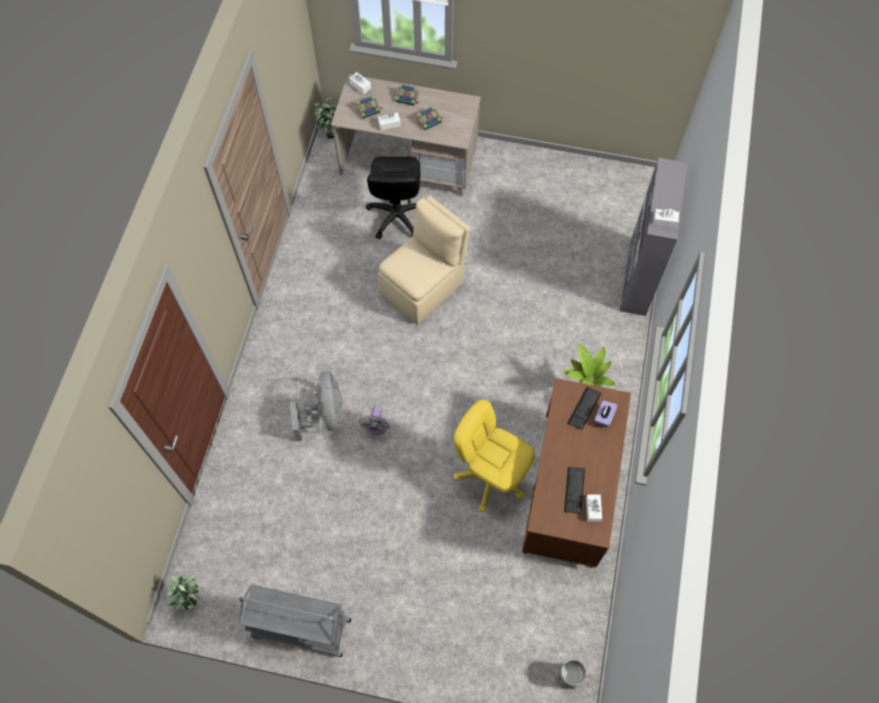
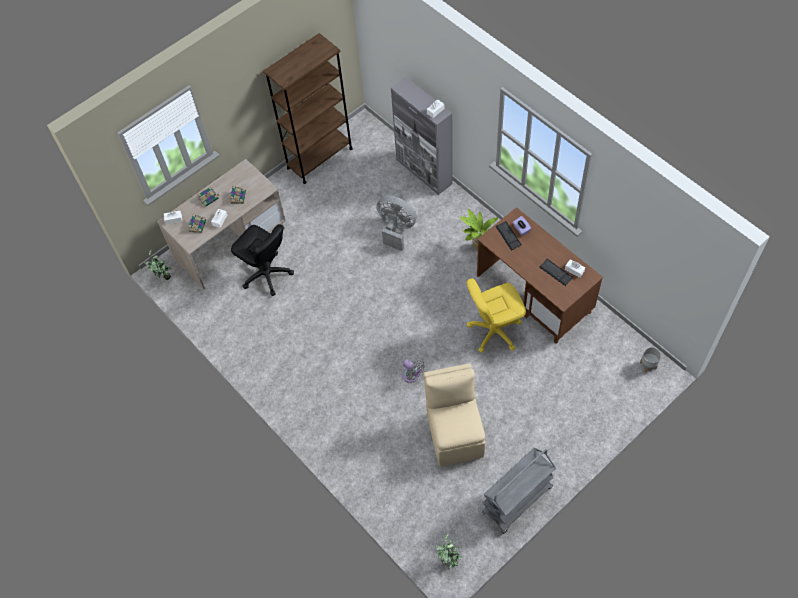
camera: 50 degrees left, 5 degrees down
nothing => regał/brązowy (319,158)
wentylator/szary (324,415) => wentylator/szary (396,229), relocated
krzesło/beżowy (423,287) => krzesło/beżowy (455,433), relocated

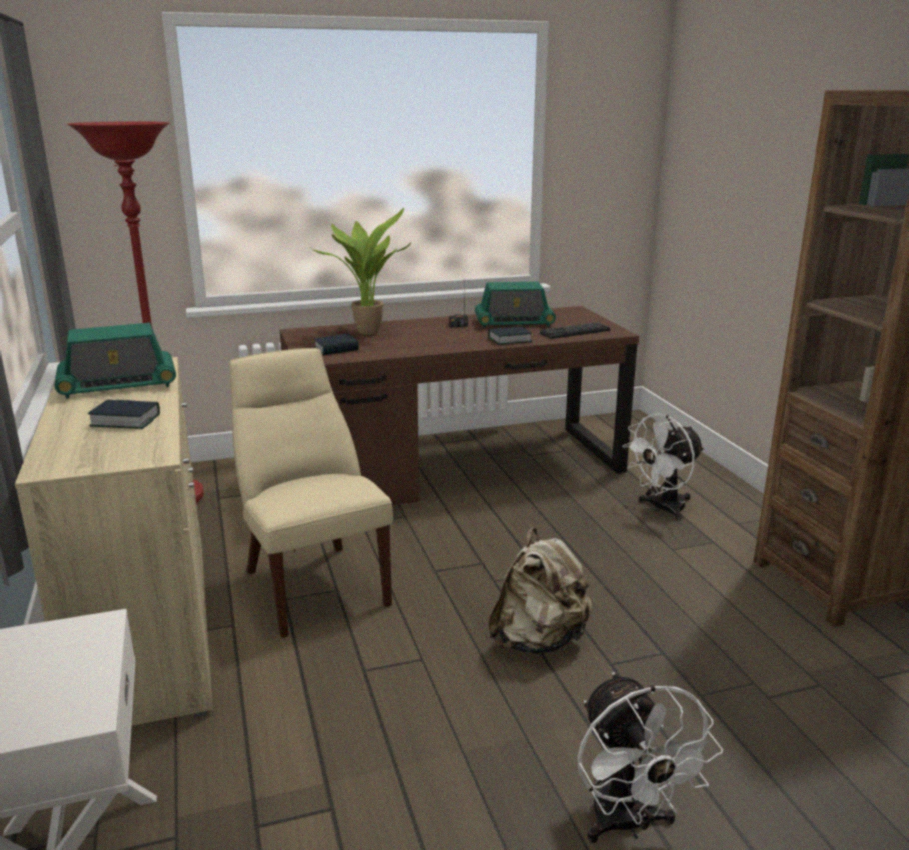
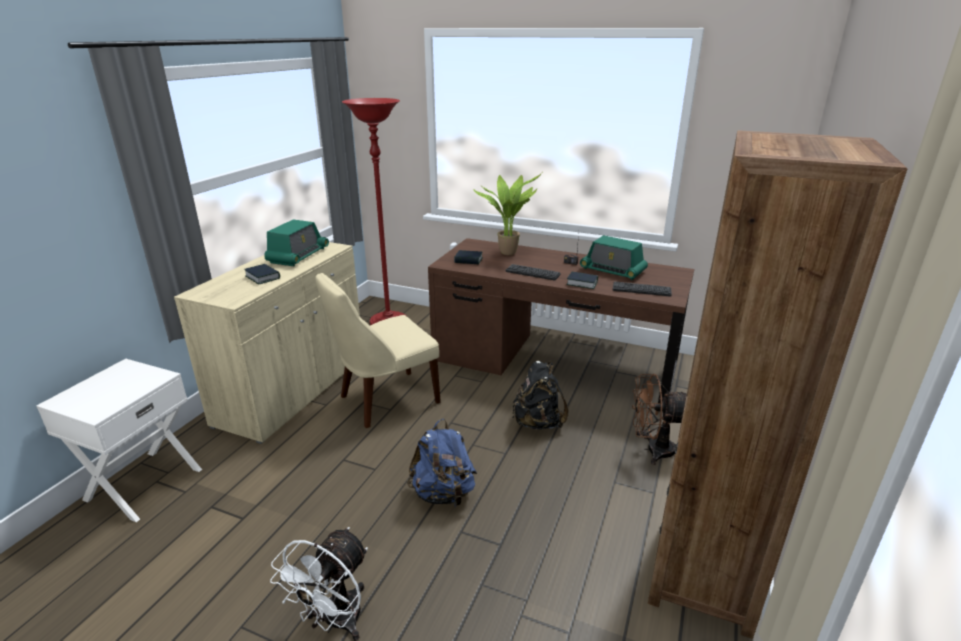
camera: 40 degrees right, 5 degrees up
nothing => klawiatura (532,273)
nothing => plecak/czarny (538,422)
plecak/beżowy (539,640) => plecak/niebieski (443,494)
wentylator/biały (662,509) => wentylator/brązowy (652,450)
radio (118,385) => radio (298,256), 90 degrees counterclockwise
krzesło/beżowy (313,584) => krzesło/beżowy (385,400), 135 degrees counterclockwise

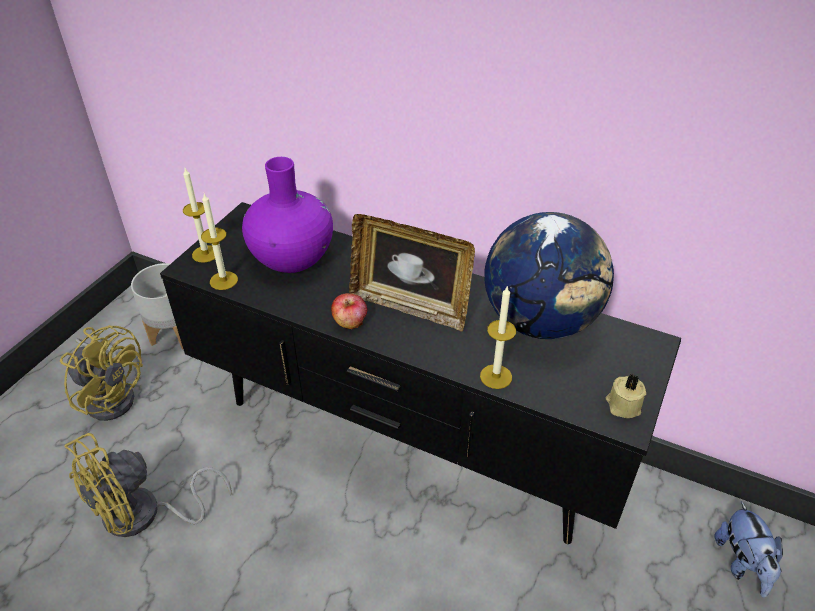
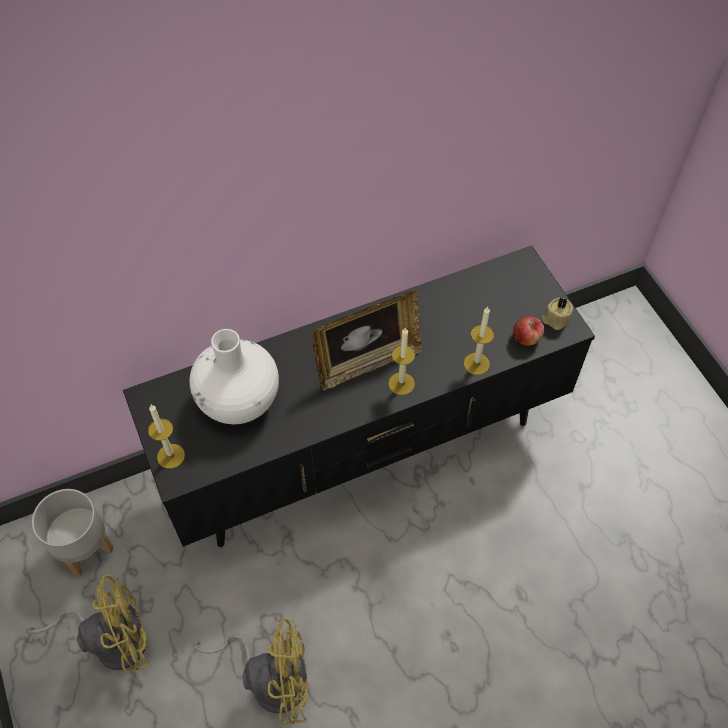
camera: 50 degrees left, 15 degrees up
globus (540,321) => nothing
pluszak (742,564) => nothing
świeca (223,280) => świeca (401,383), relocated
jabłko (350,322) => jabłko (526,338), relocated
wazon/fioletowy (292,258) => wazon/biały (238,400)
wentylator/żółty (144,515) => wentylator/żółty (271,678), 90 degrees counterclockwise

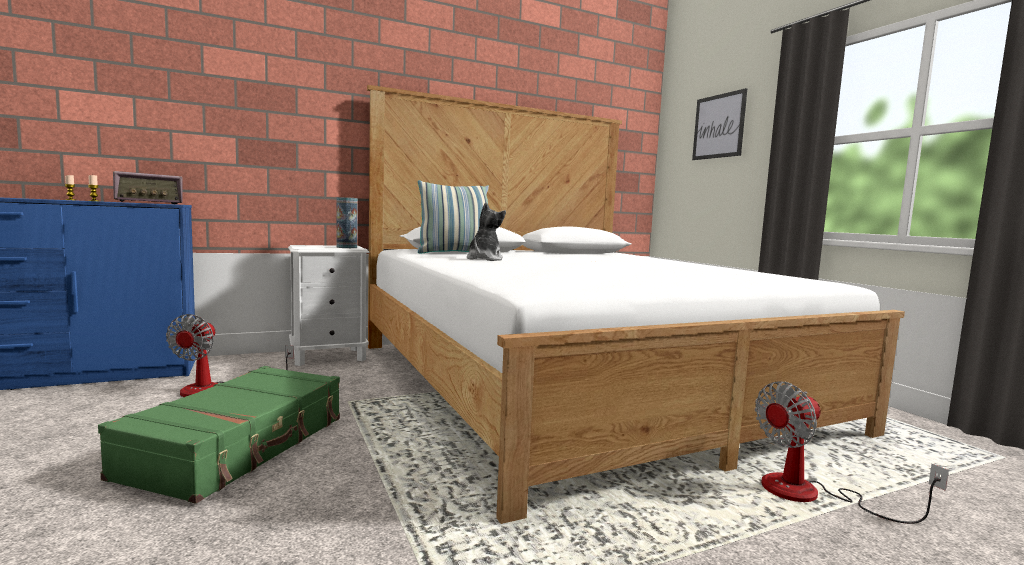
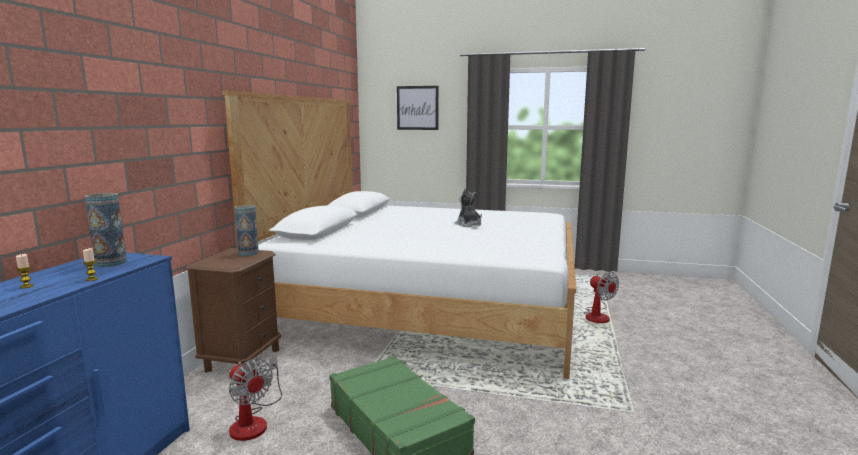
camera: 50 degrees left, 5 degrees up
poduszka (454,253) => nothing
pluszak (484,259) => pluszak (468,225), relocated
radio (149,203) => wazon (110,263)
szafka nocna/biały (329,357) => szafka nocna/brązowy (242,360)
wentylator (811,495) => wentylator (597,315), 45 degrees counterclockwise

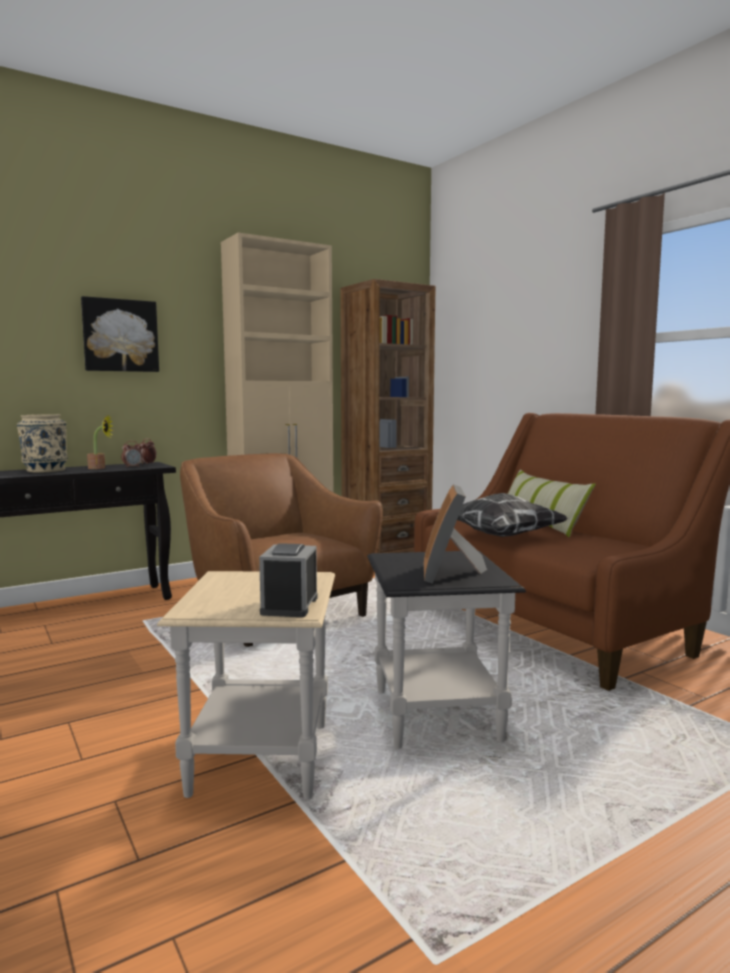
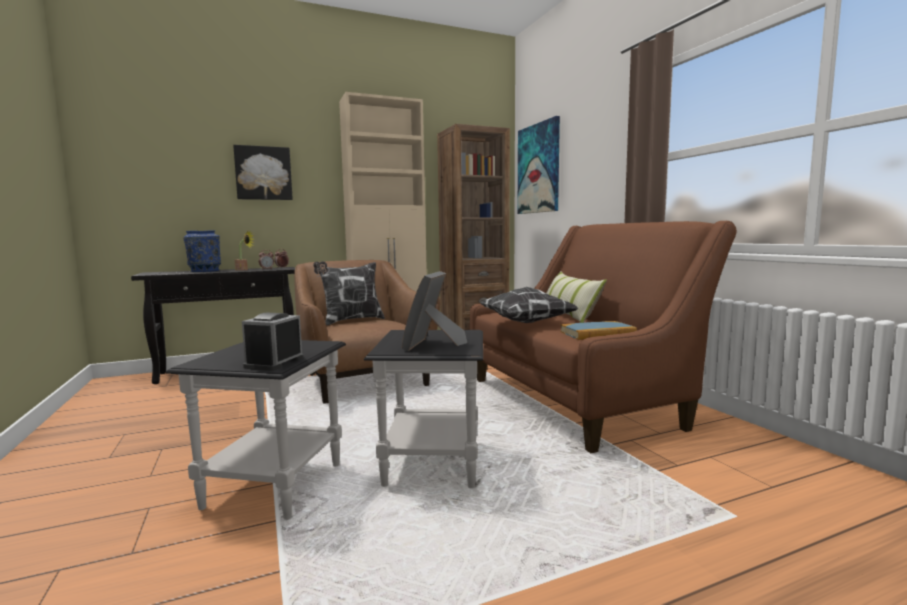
camera: 10 degrees right, 0 degrees up
nothing => poduszka (351,320)
nothing => obraz (538,168)
nothing => książka (597,334)
wazon/beżowy (44,470) => wazon/niebieski (204,271)
stolik/beżowy (260,757) => stolik/czarny (275,484)

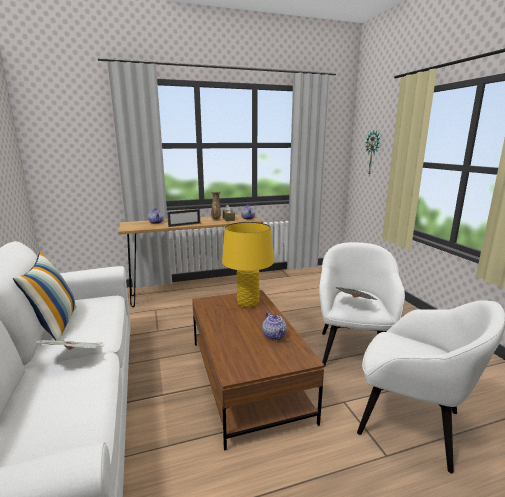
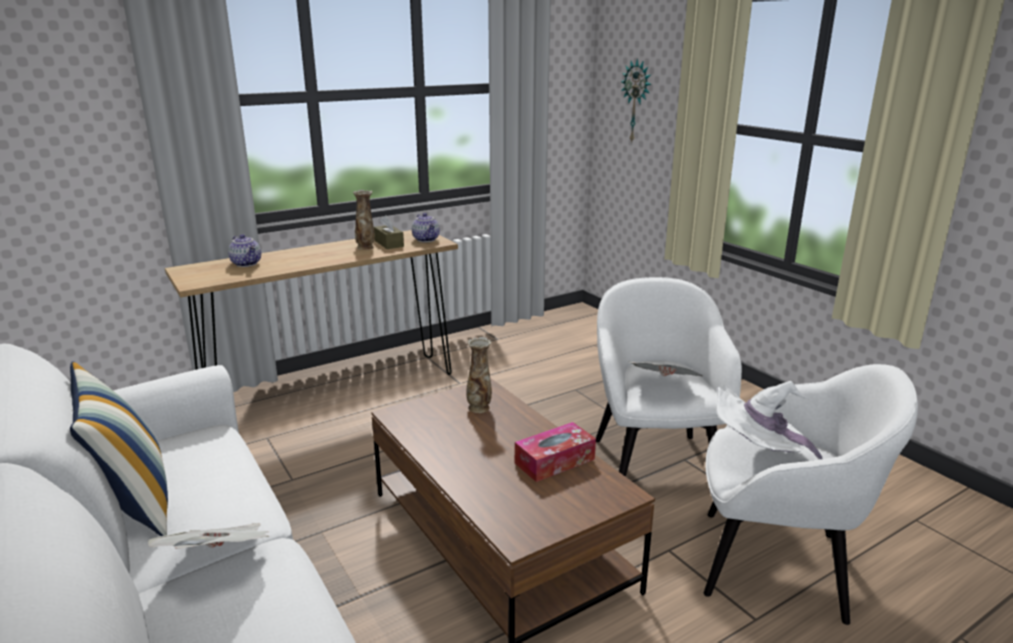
camera: 15 degrees left, 5 degrees up
ramka na zdjęcie (184,225) => nothing
nothing => kapelusz/biały (758,453)
lampa stołowa/żółty (248,303) => wazon (479,407)
imbryk (274,336) => pudełko chusteczek (554,461)

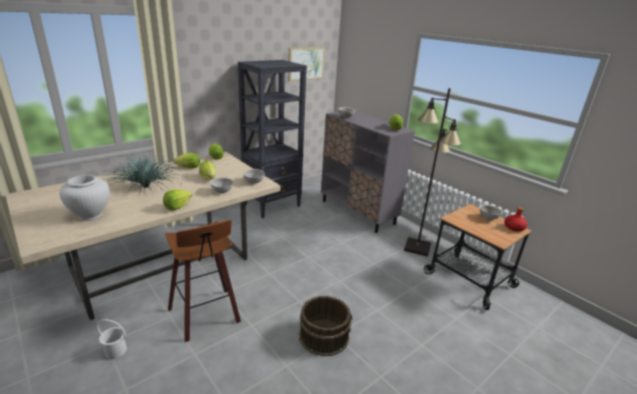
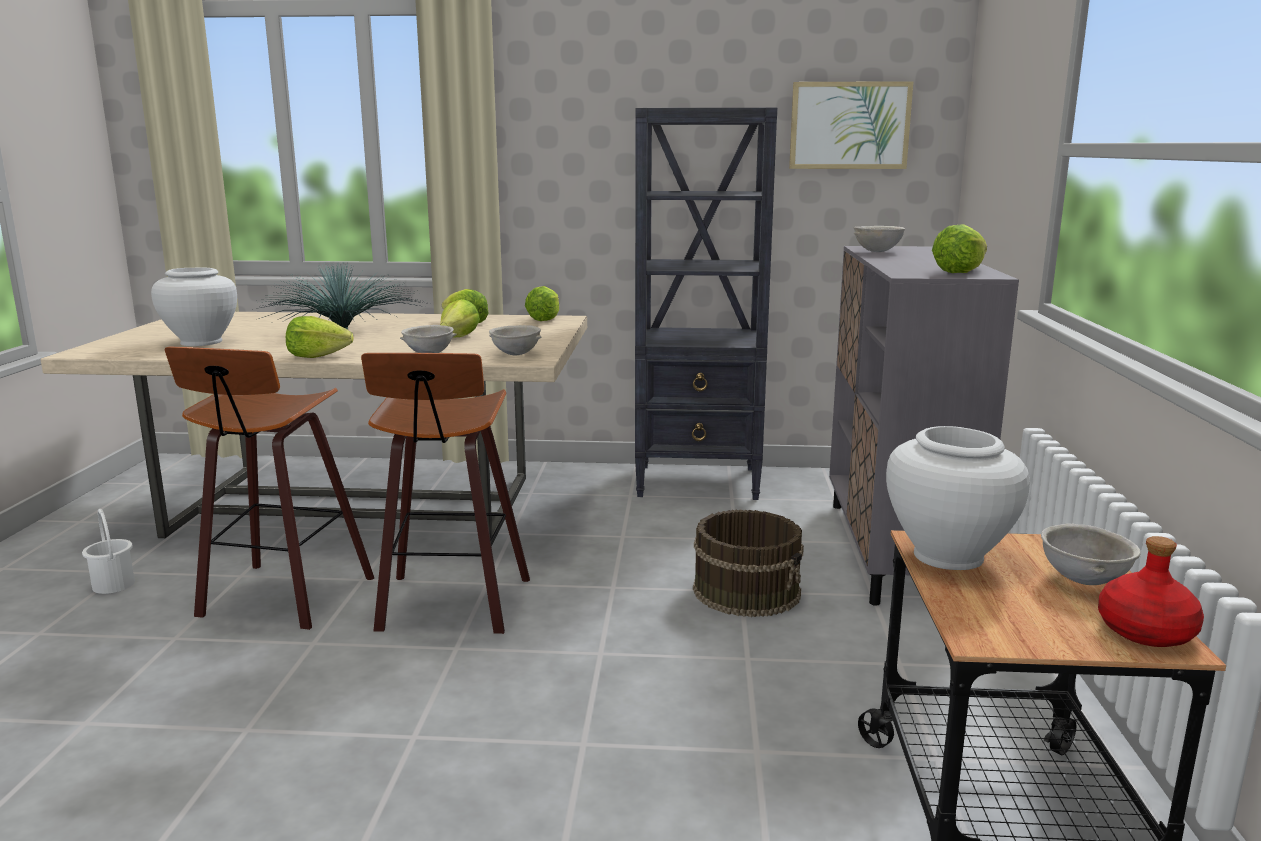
camera: 45 degrees right, 10 degrees down
lampa stojąca/czarny (417,247) => nothing
nothing => stołek (451,606)
nothing => wazon/biały (948,556)
wiadro/brązowy (324,335) => wiadro/brązowy (747,591), relocated

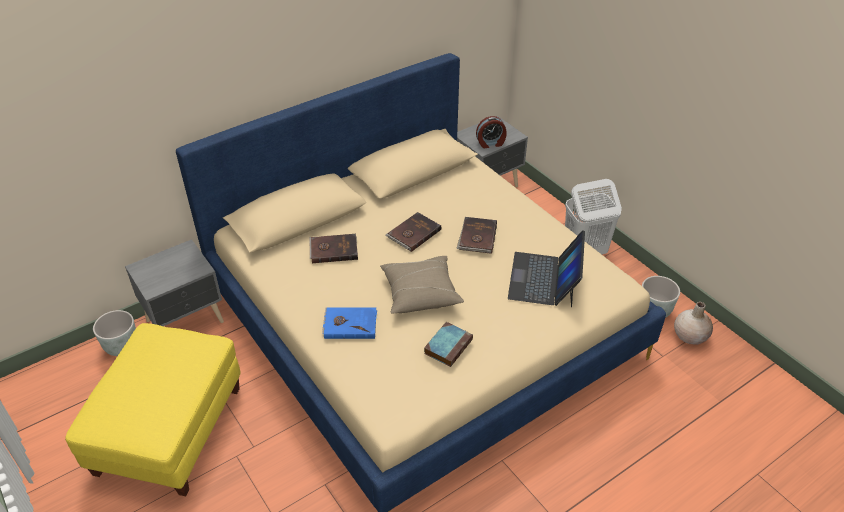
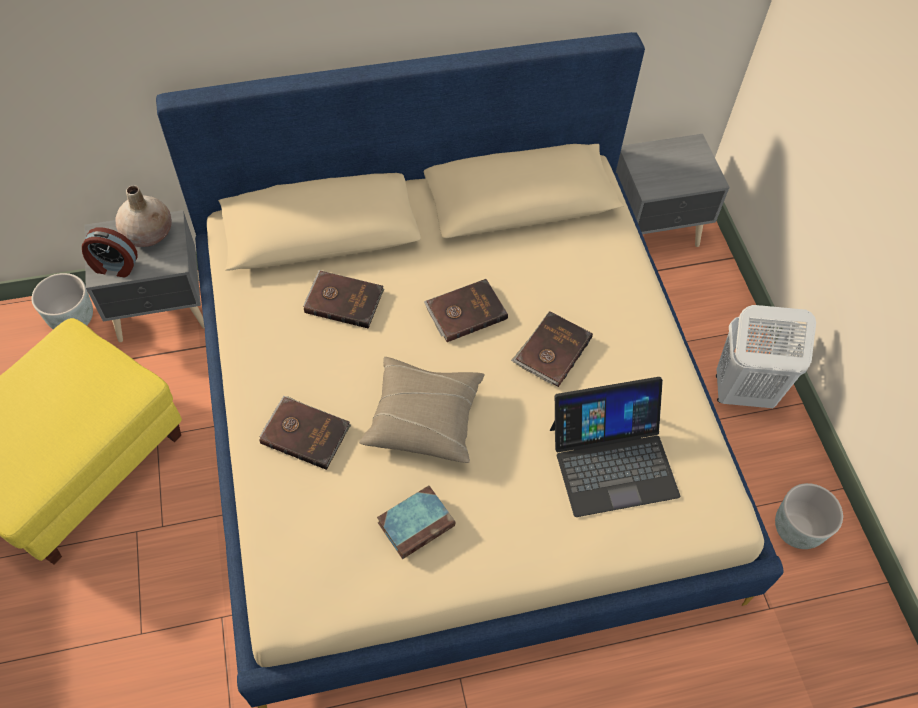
camera: 20 degrees right, 15 degrees up
budzik (490,143) => budzik (114,266), relocated
wazon/beżowy (689,336) => wazon/beżowy (149,234), relocated
książka/niebieski (350,324) => książka/brązowy (305,433)
laptop (544,279) => laptop (612,460), 135 degrees counterclockwise

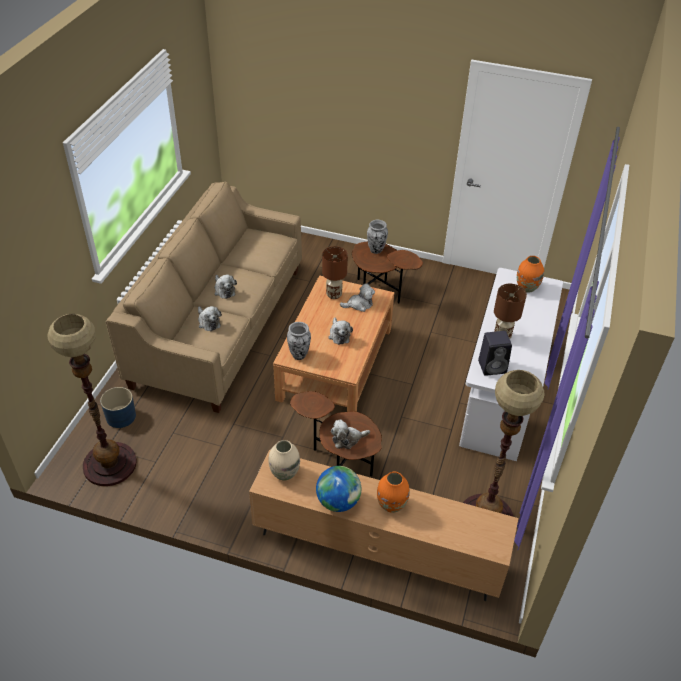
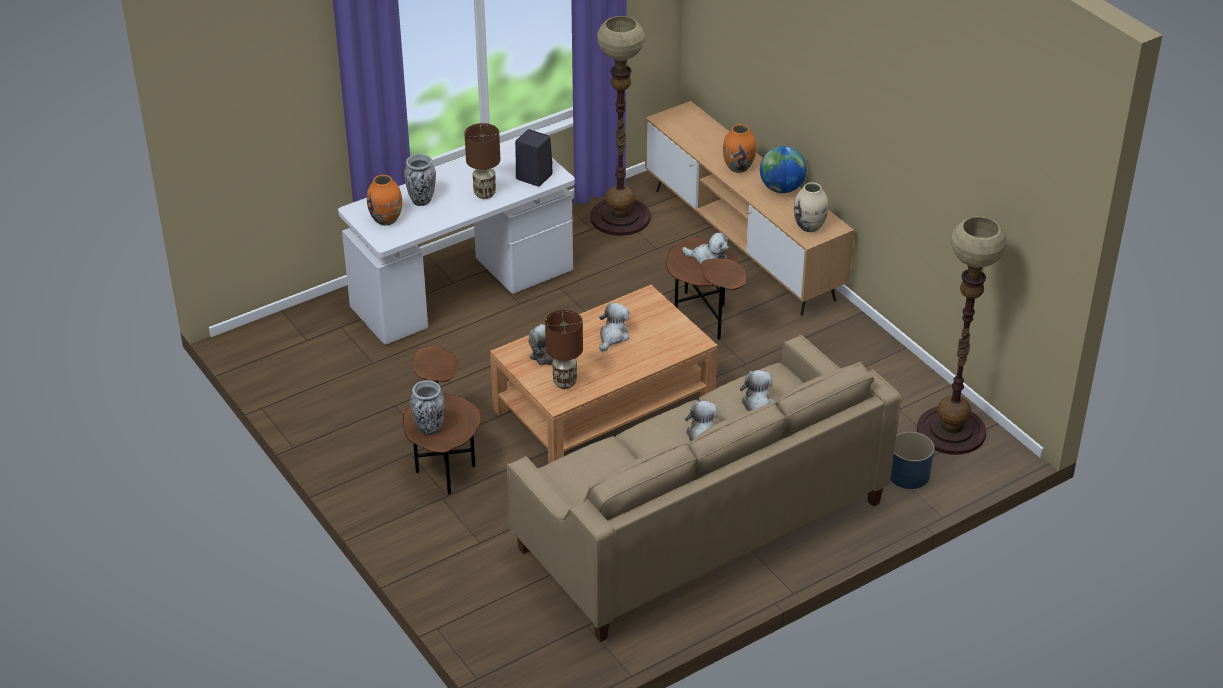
camera: 140 degrees left, 5 degrees down
wazon (299,355) => wazon (421,200), relocated

